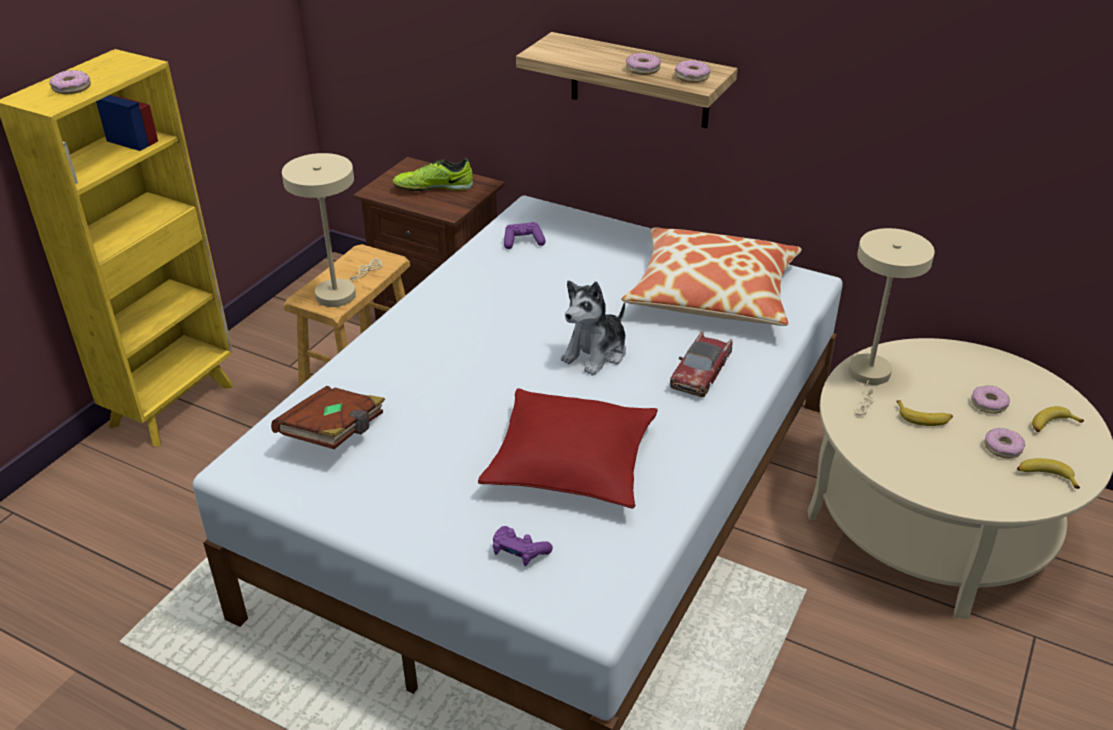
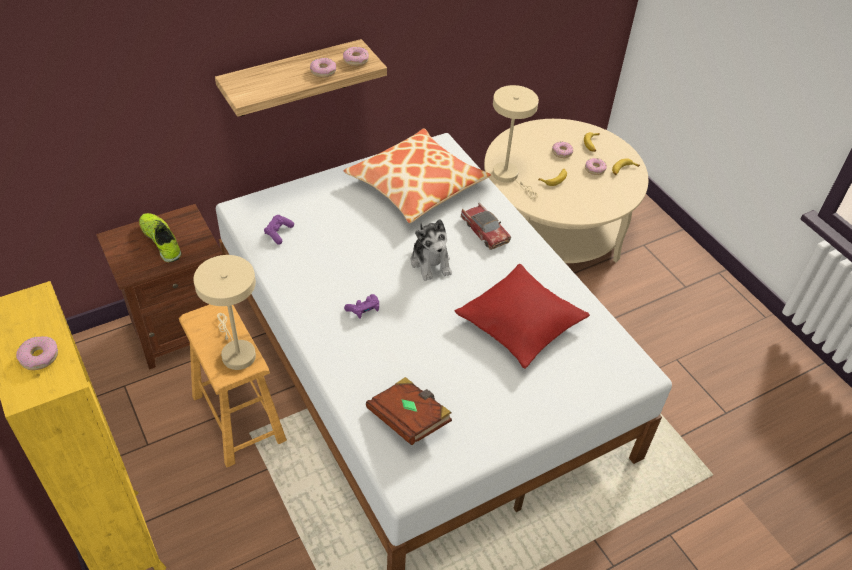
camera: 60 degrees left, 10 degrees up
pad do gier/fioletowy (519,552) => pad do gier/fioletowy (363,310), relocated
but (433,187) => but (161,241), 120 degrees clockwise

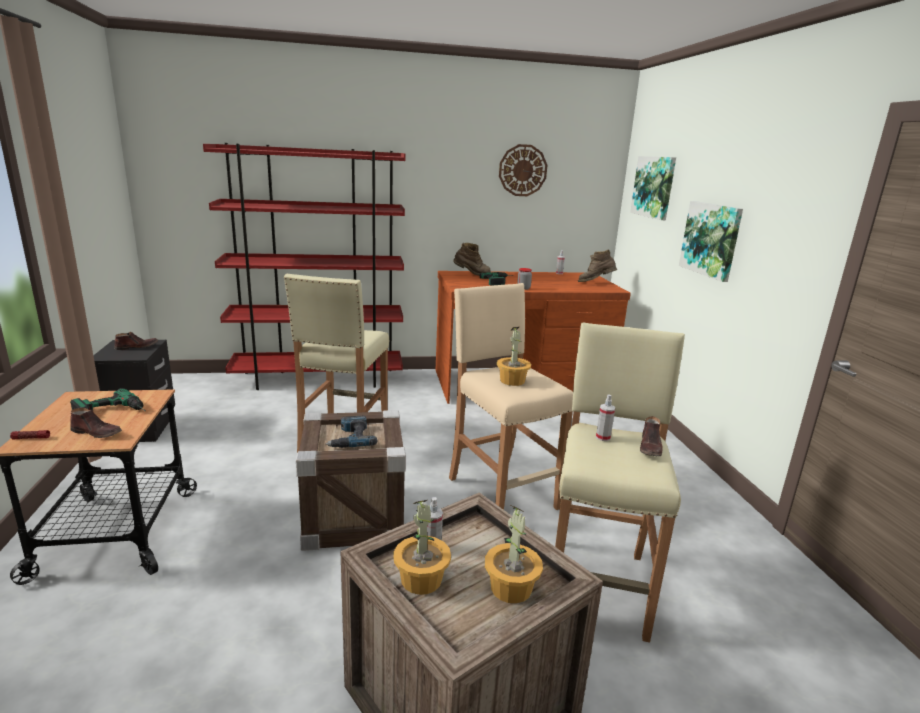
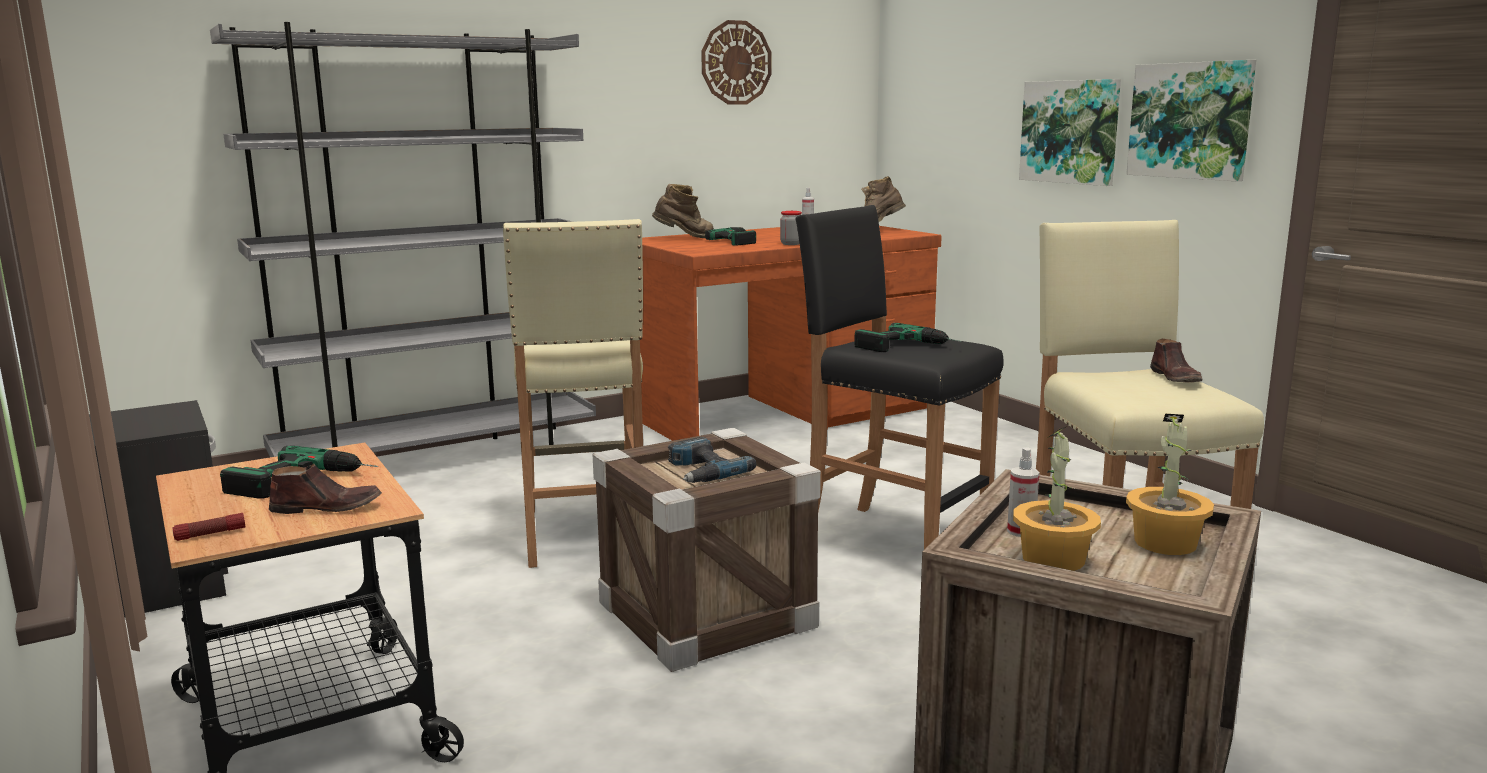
camera: 20 degrees left, 5 degrees down
but/brązowy (136,347) => nothing
spryskiwacz (603,437) => nothing
obraz (654,187) => obraz (1191,120), relocated
roślina doniczkowa (512,381) => wiertarka (909,347)
regał/czerwony (319,379) => regał/szary (440,460)
stołek/beżowy (501,492) => stołek/czarny (892,541)

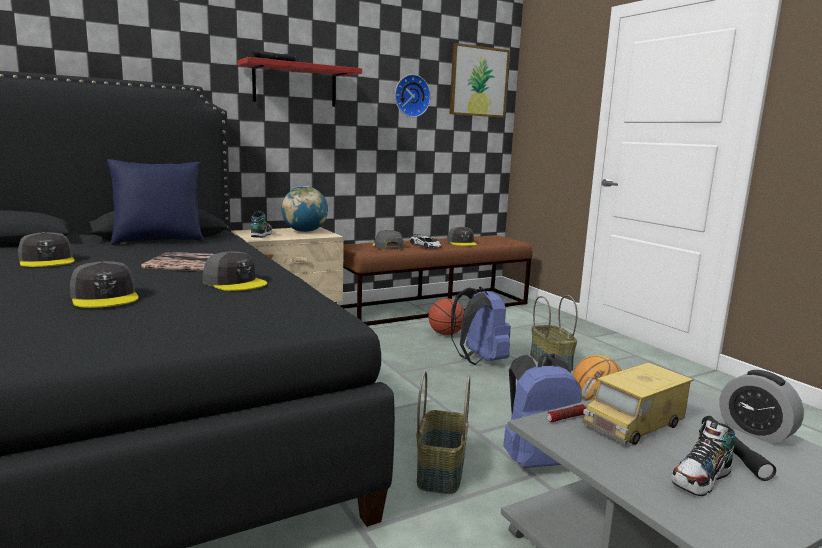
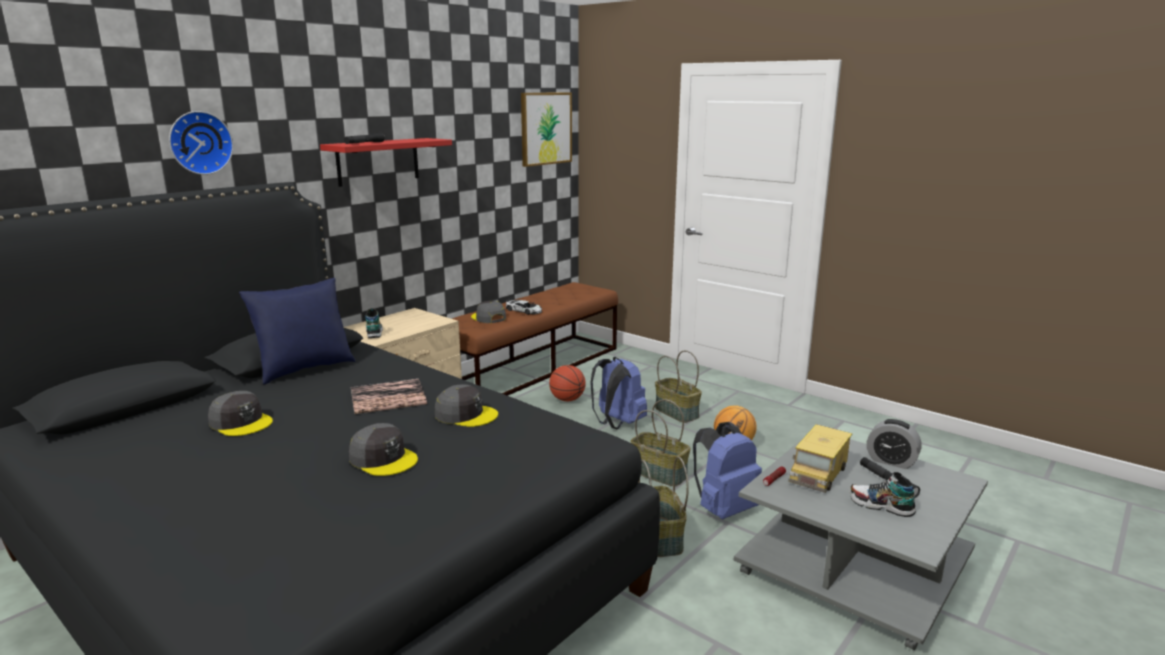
camera: 20 degrees left, 5 degrees up
globus (305,231) => nothing
czapka z daszkiem/szary (462,243) => nothing
nothing => koszyk (659,473)
zegar ścienny (411,96) => zegar ścienny (199,142), relocated
but (701,478) => but (880,506), 90 degrees clockwise

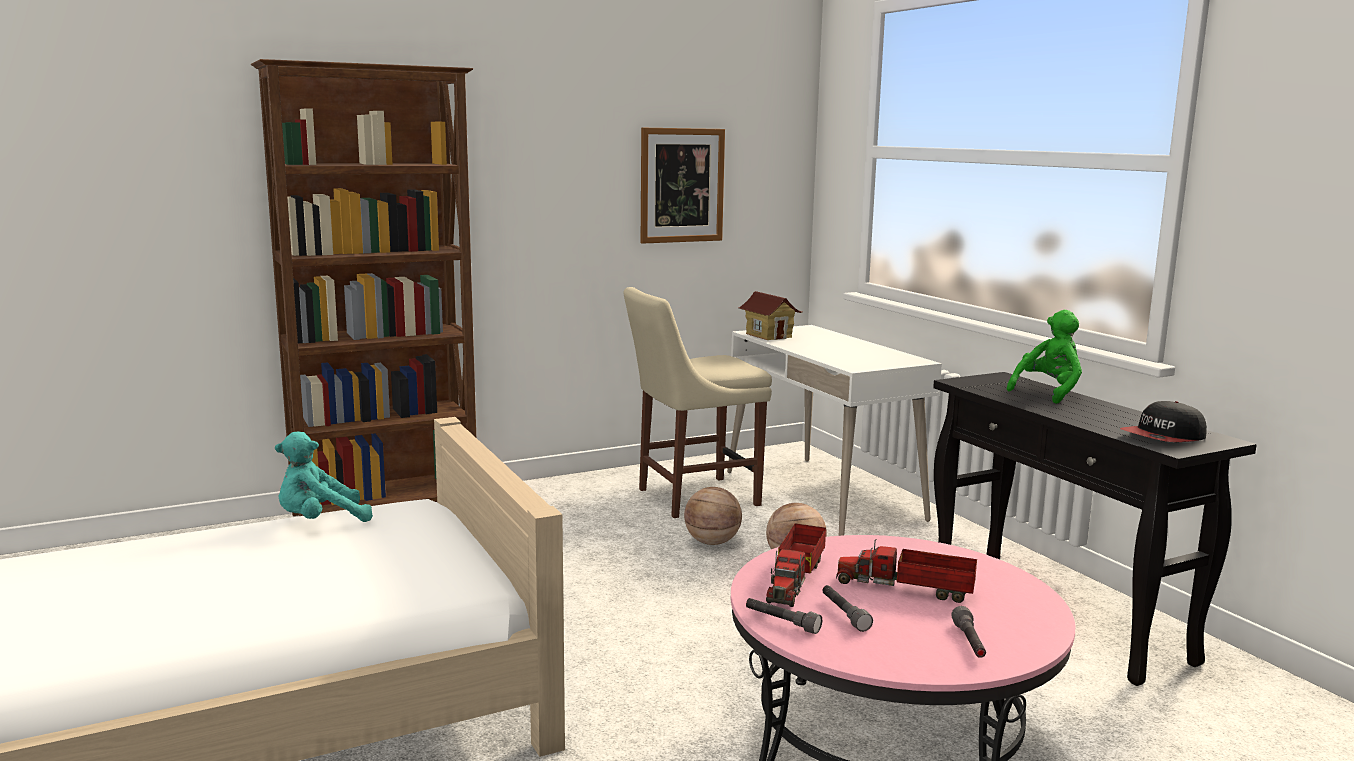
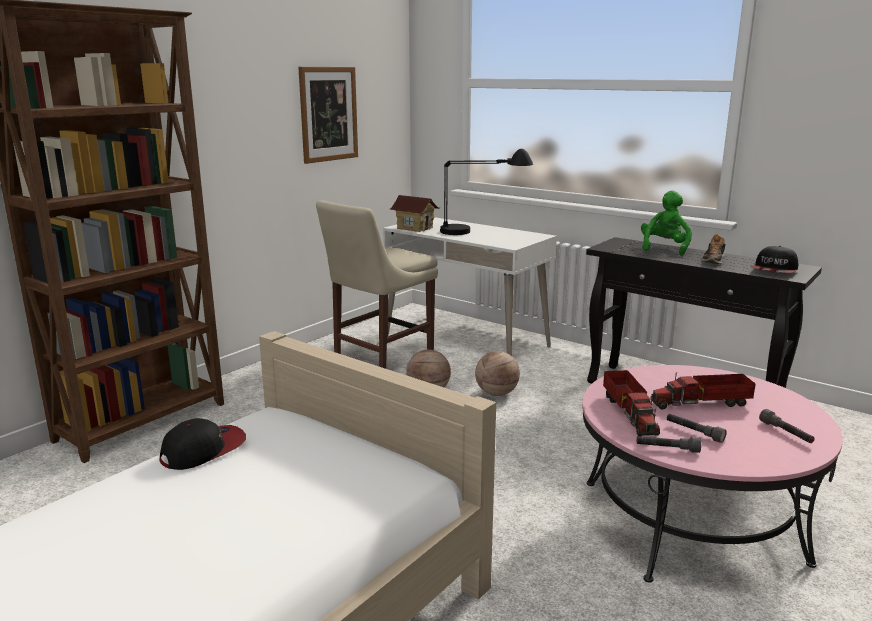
camera: 25 degrees left, 5 degrees up
nothing => lampa stołowa/czarny (482,231)
nothing => but (713,260)
pluszak/turkusowy (320,521) => czapka z daszkiem (204,450)

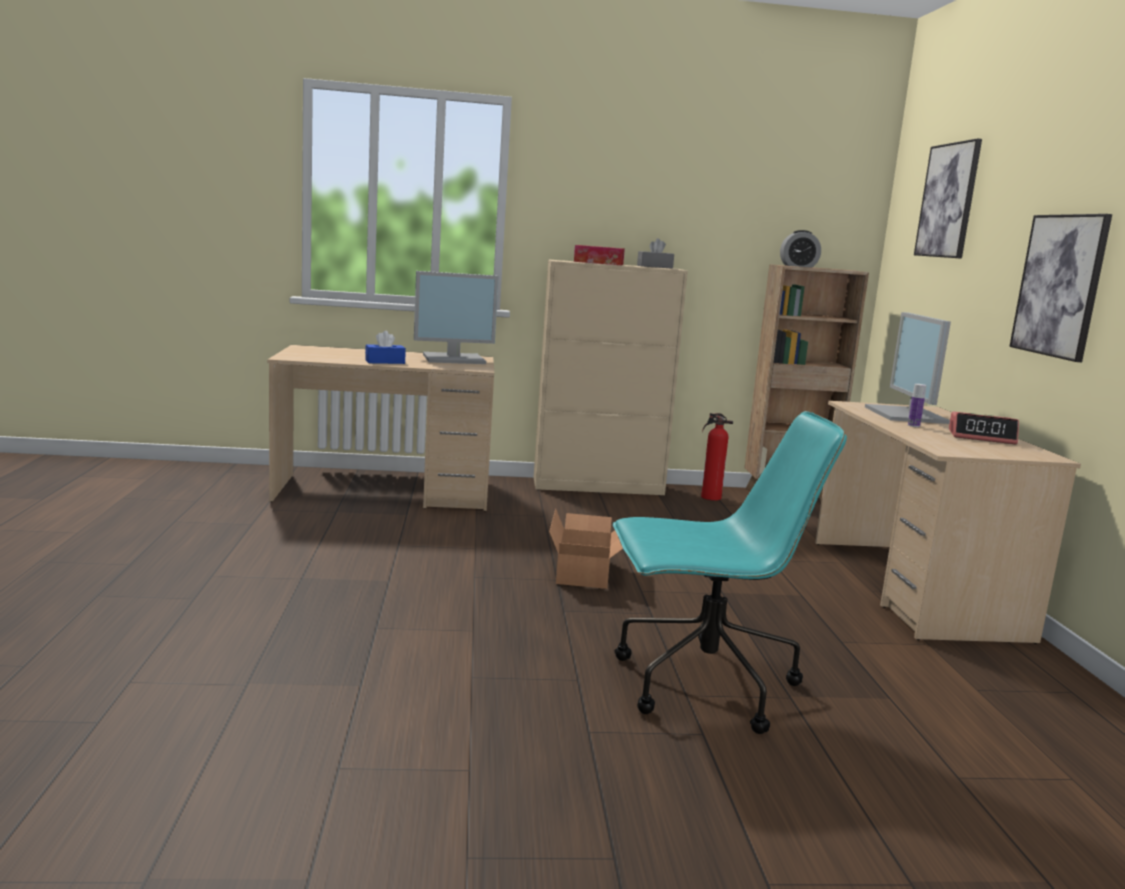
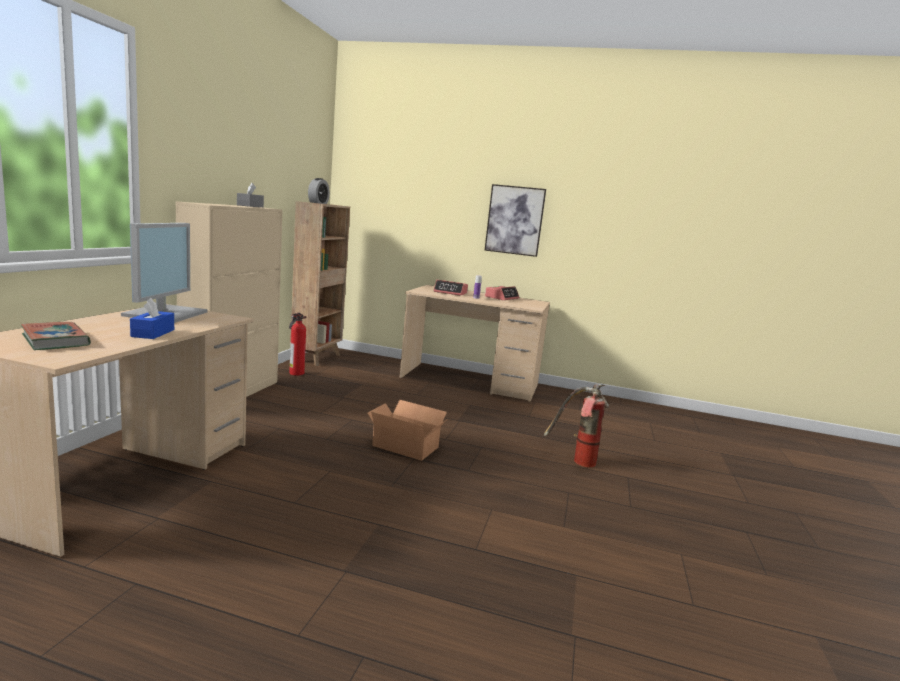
camera: 70 degrees left, 0 degrees up
pudełko chusteczek (598,263) => nothing
obraz (948,200) => nothing
nothing => książka (55,340)
krzesło biurowe/turkusowy (702,685) => gaśnica (575,461)
monitor (907,415) => budzik (450,292)

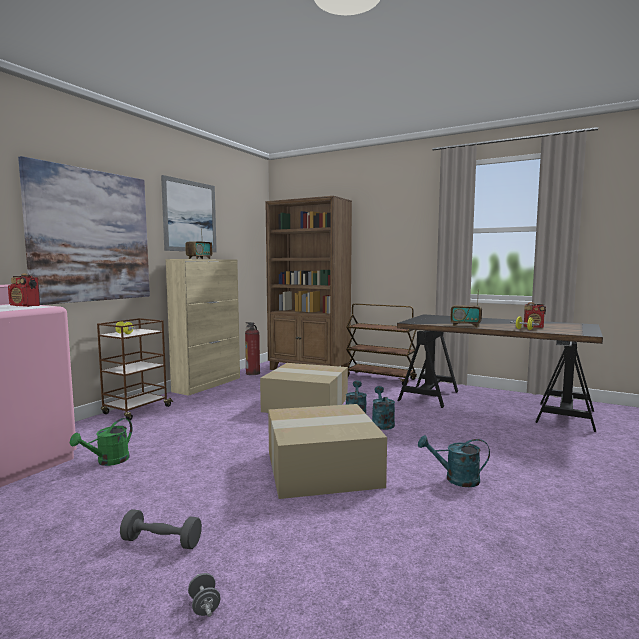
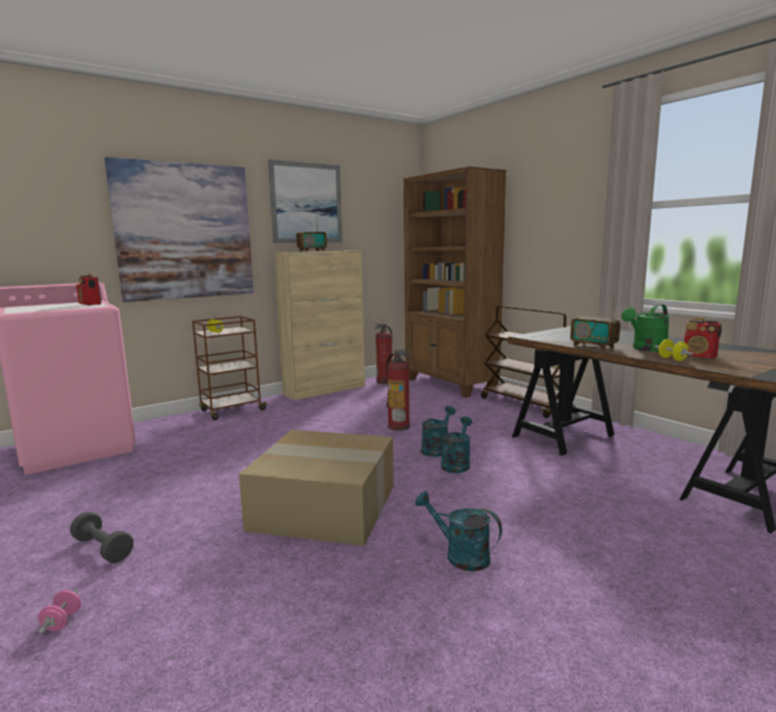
camera: 25 degrees right, 5 degrees up
konewka/zielony (108,461) => konewka/zielony (646,349), relocated
karton (307,404) => gaśnica (399,426)
hantel/szary (204,606) => hantel/różowy (62,622)

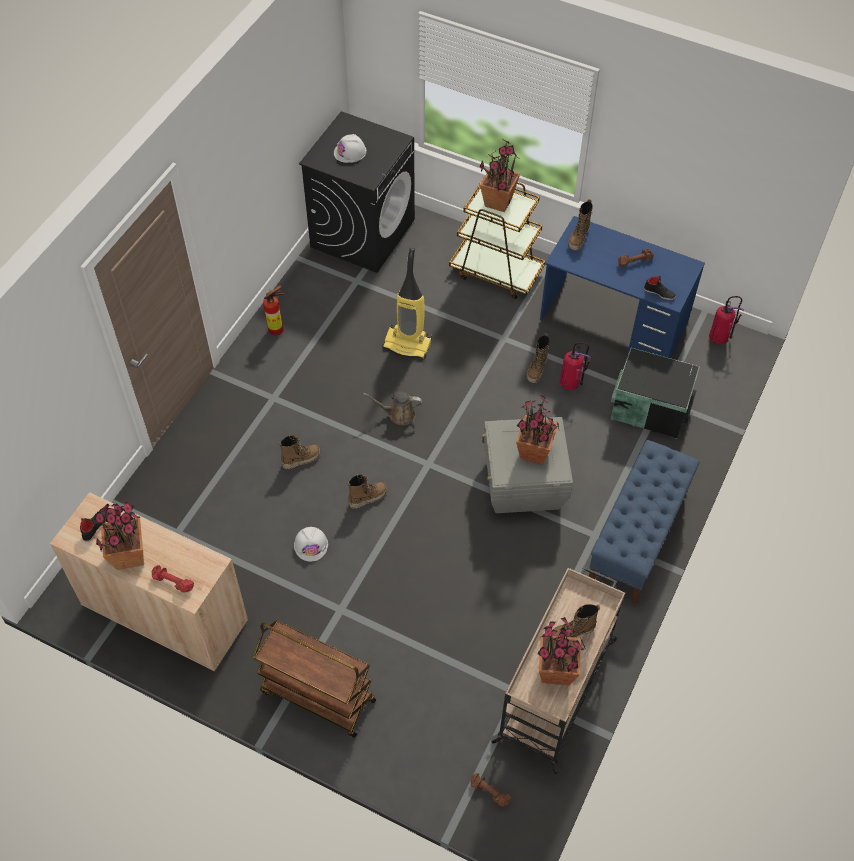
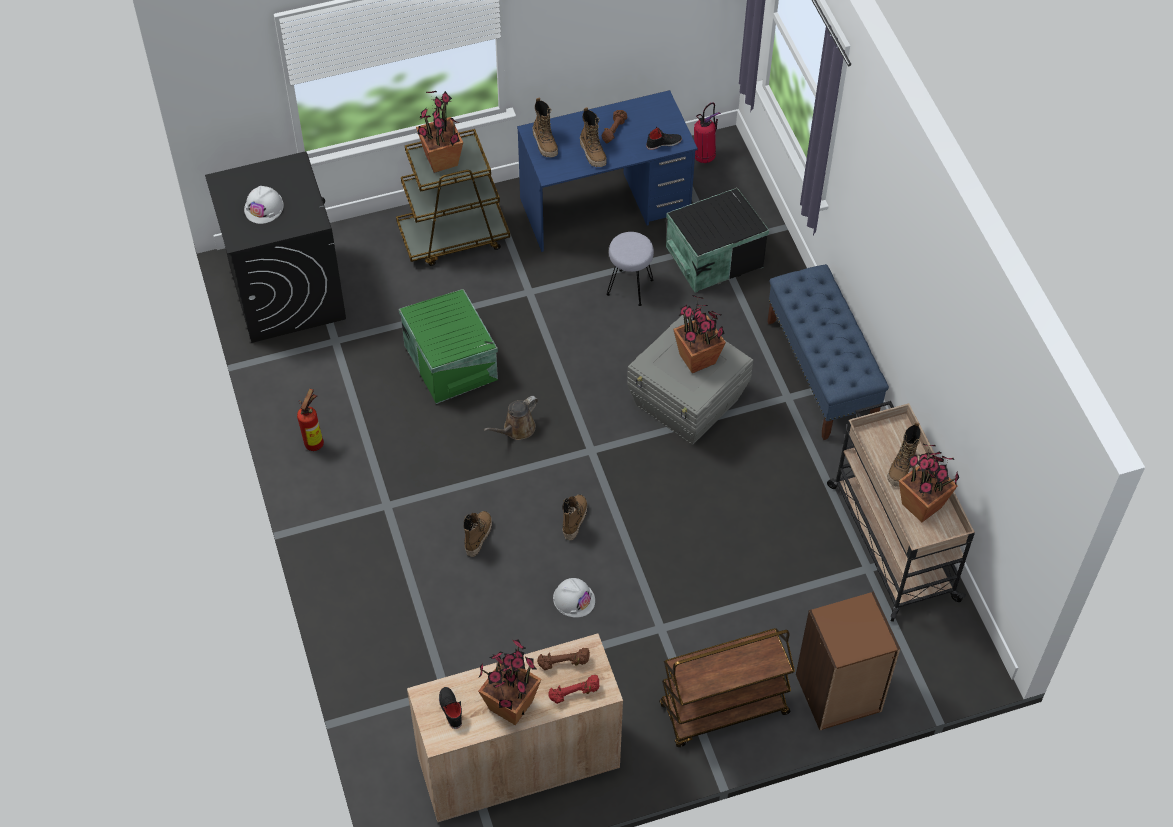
camera: 45 degrees left, 0 degrees up
nothing => regał/brązowy (838,694)
hantel/brązowy (489,792) => hantel/brązowy (563,663), relocated
but z cholewką (537,370) => but z cholewką (593,153), relocated
odkurzacz (408,344) => pojemnik do przechowywania/zielony (451,361)
gaśnica (570,384) => stołek/szary (629,288)

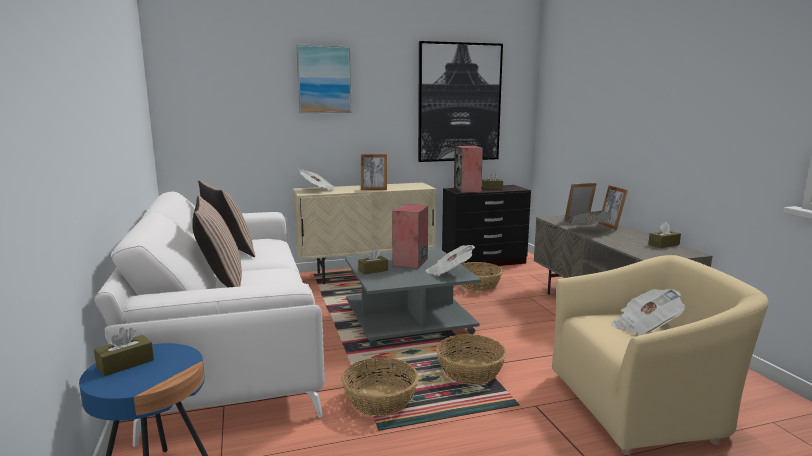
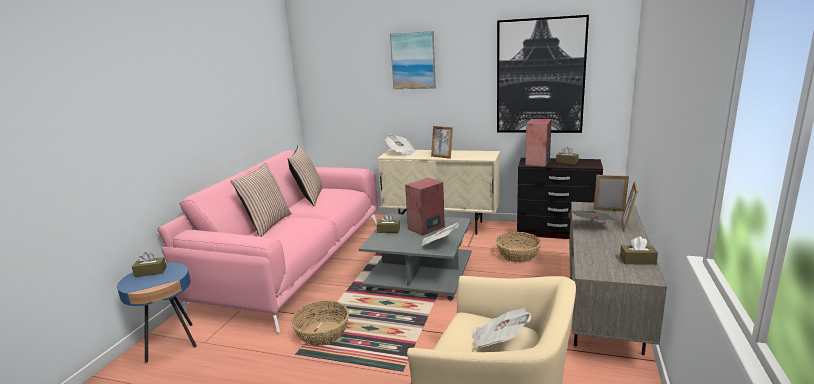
camera: 35 degrees right, 5 degrees up
koszyk (470,372) => nothing
kanapa/biały (229,341) => kanapa/różowy (294,262)

